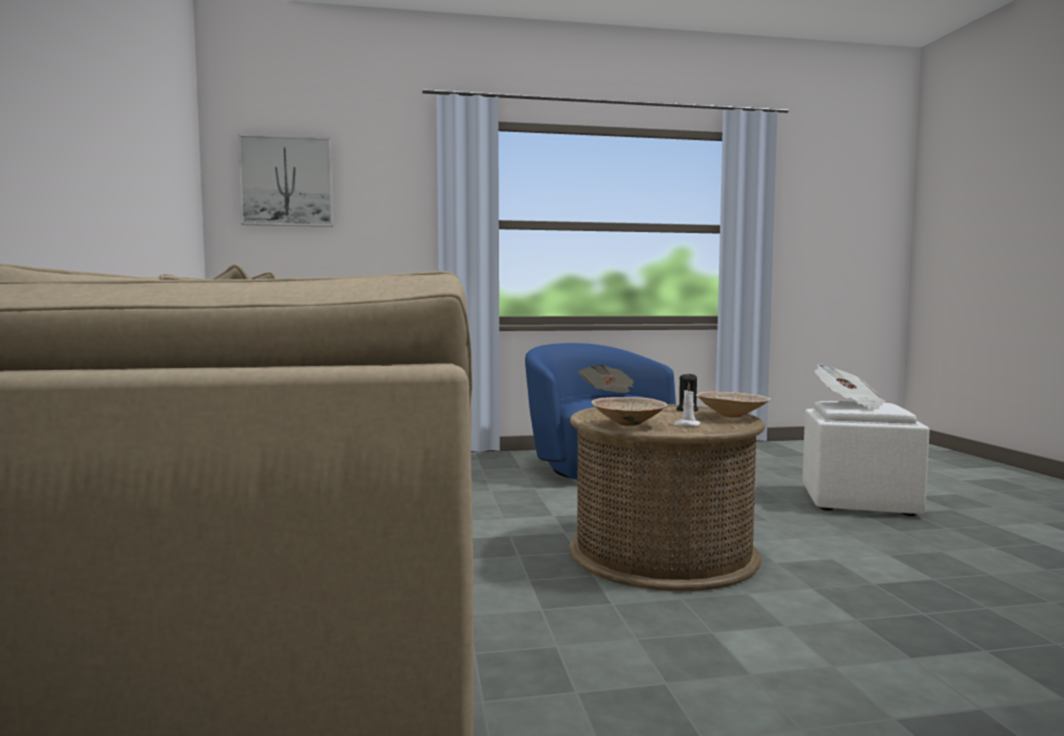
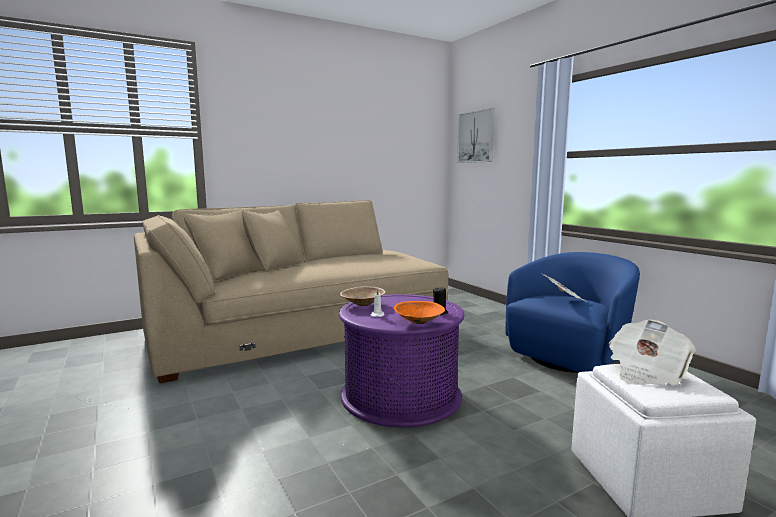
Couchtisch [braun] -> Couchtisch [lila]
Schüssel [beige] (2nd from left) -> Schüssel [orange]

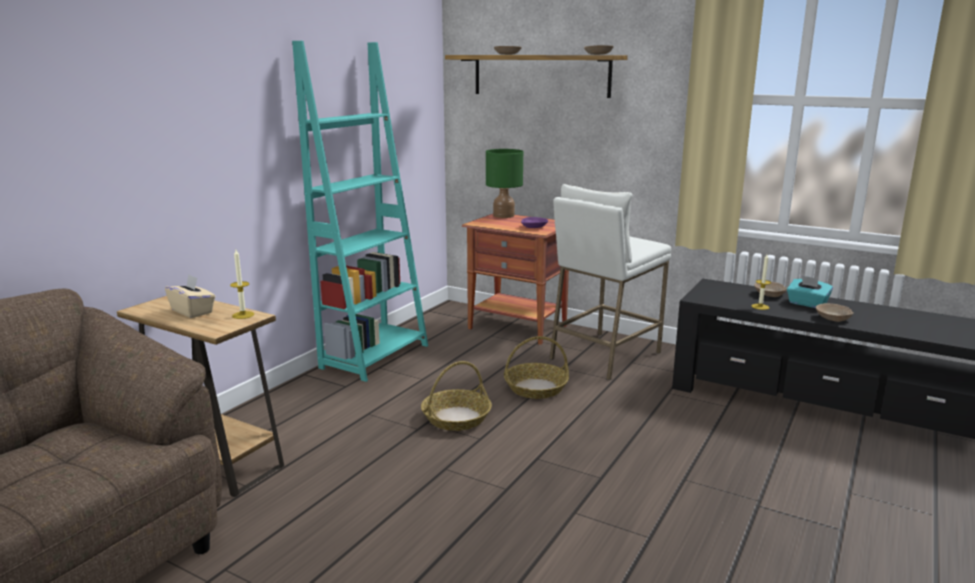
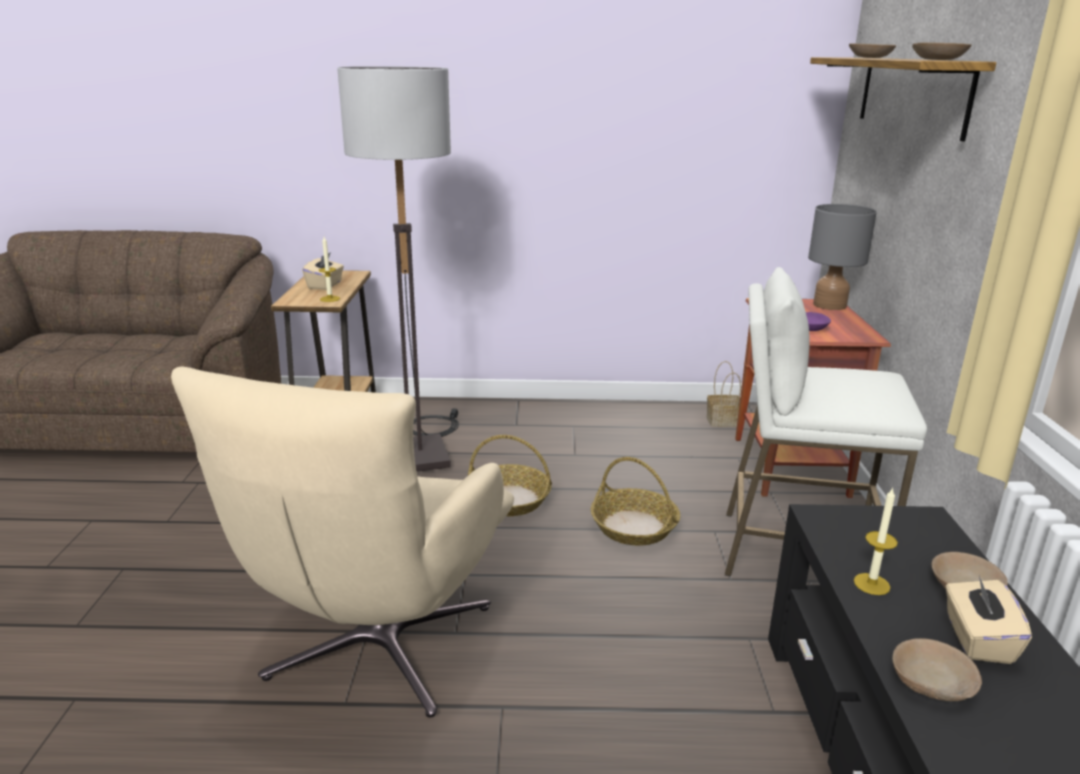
none -> Sessel [beige]
none -> Stehlampe
none -> Korb (3rd from left)
Tischlampe [grün] -> Tischlampe [grau]
Taschentuchbox [türkis] -> Taschentuchbox [beige] (2nd from left)
Bücherregal [türkis] -> none

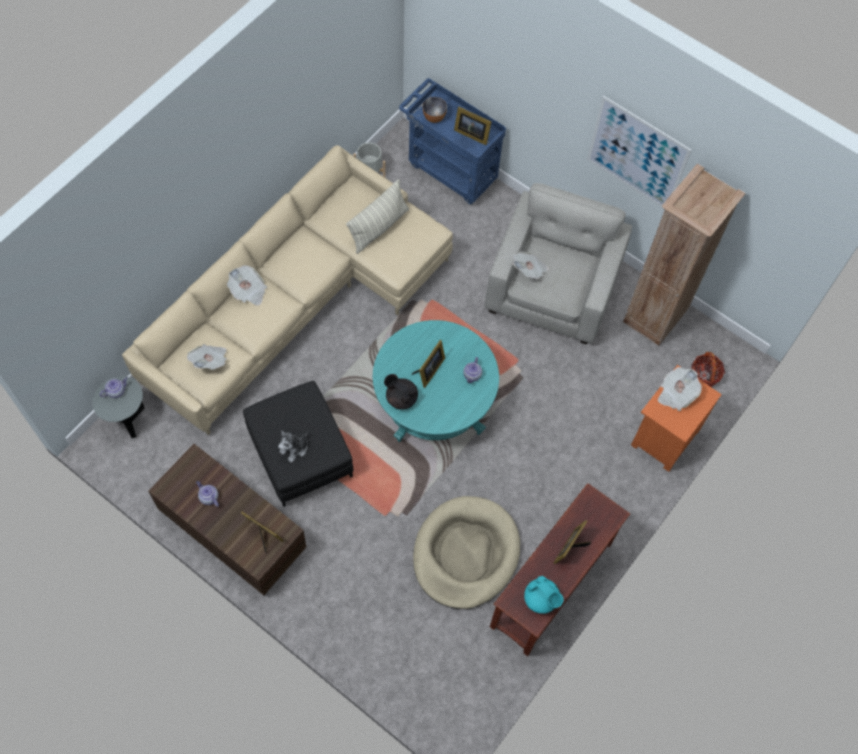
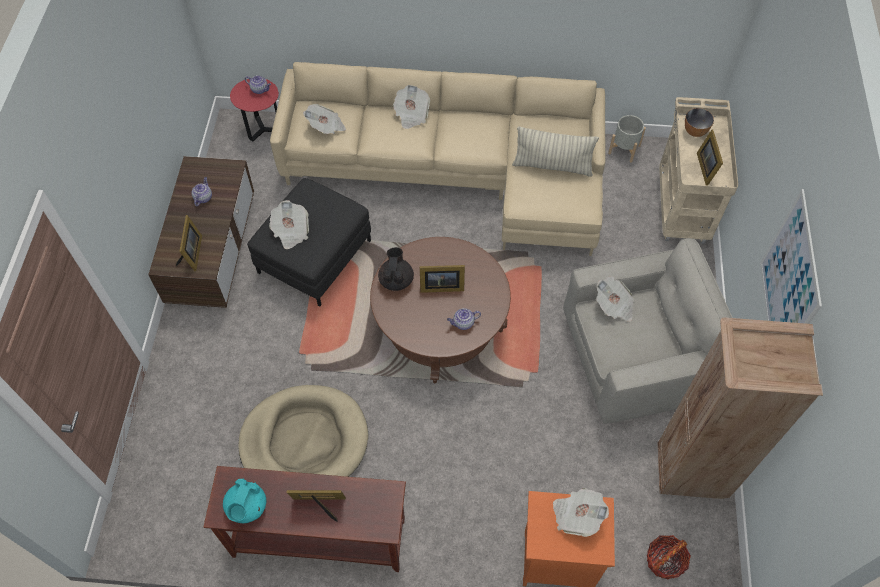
Beistelltisch [grau] -> Beistelltisch [rot]
Plüschtier -> Zeitung (1st from left)
Couchtisch [türkis] -> Couchtisch [braun]
Rollwagen [blau] -> Rollwagen [beige]

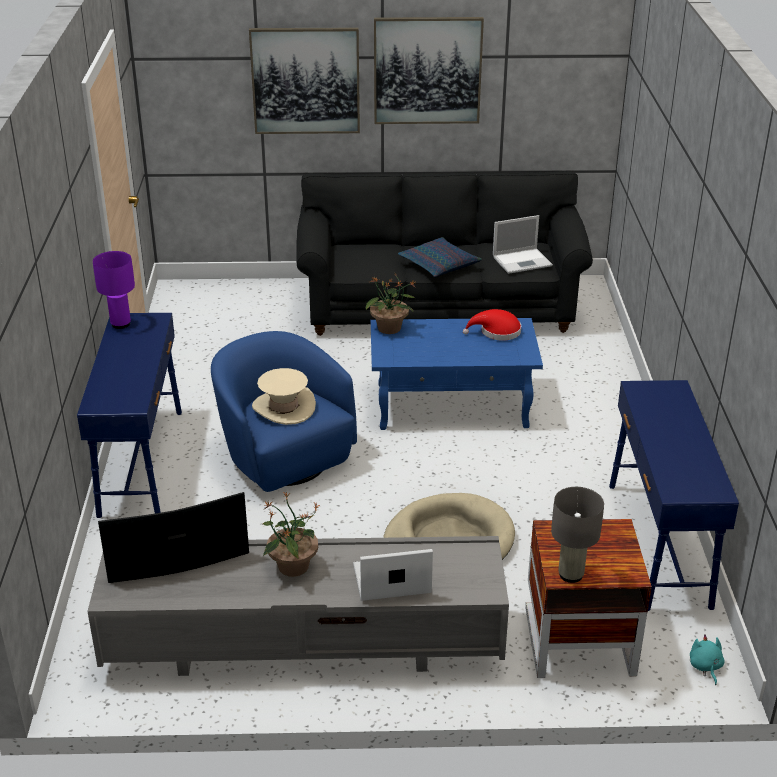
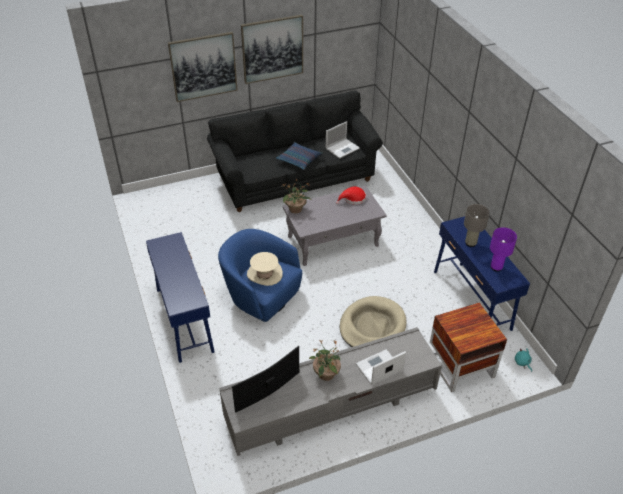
Couchtisch [blau] -> Couchtisch [grau]
Tischlampe [grau], moved
Tischlampe [lila], moved

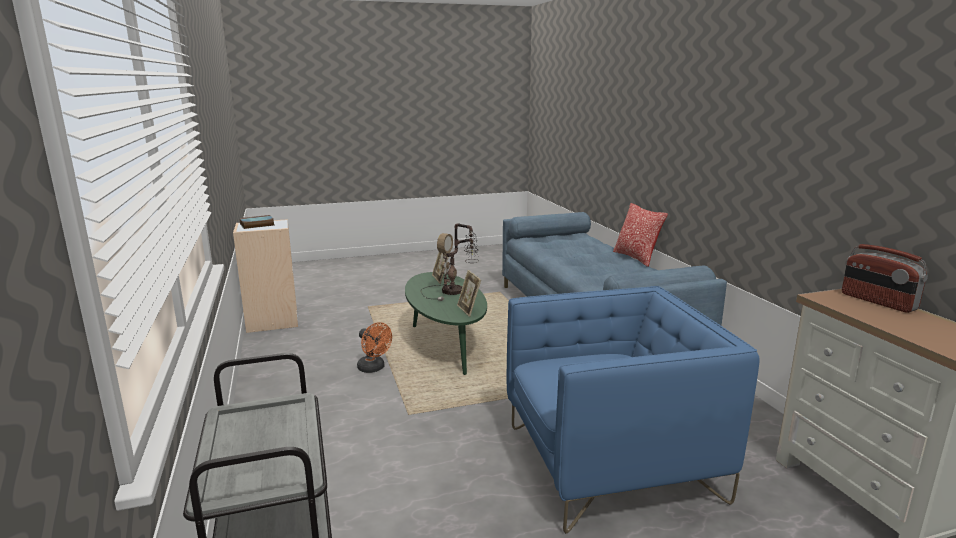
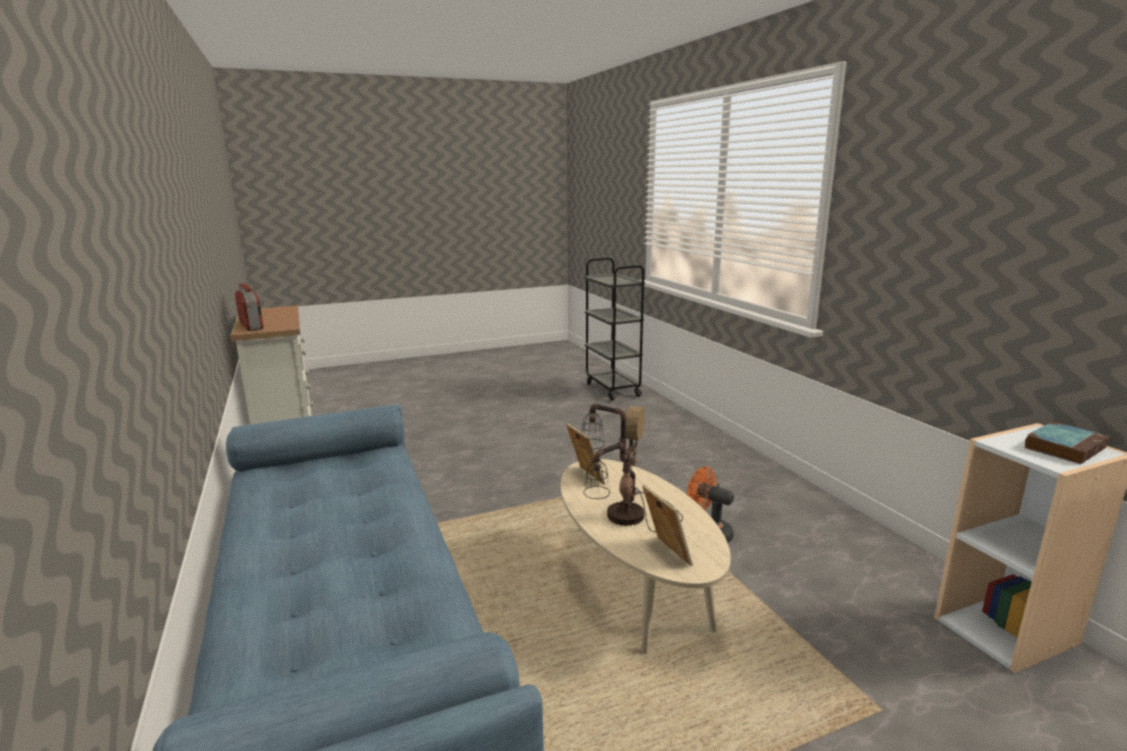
Couchtisch [grün] -> Couchtisch [beige]
Sessel [blau] -> none
Kissen -> none

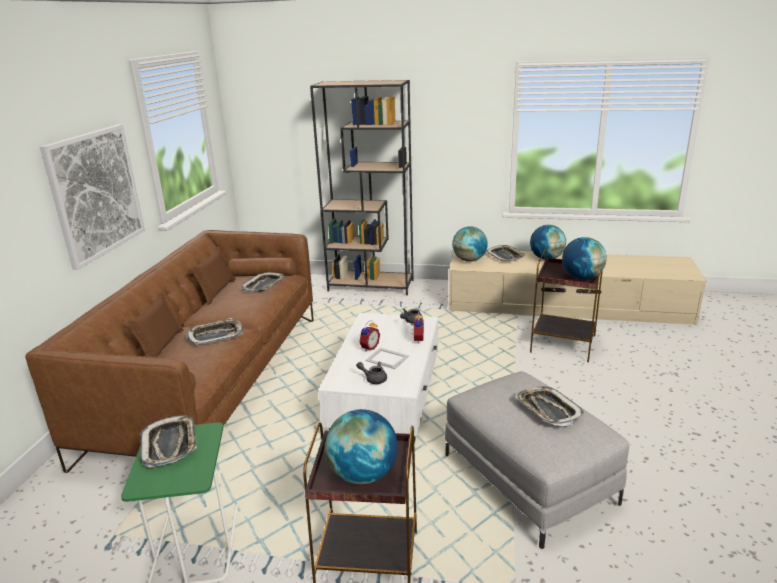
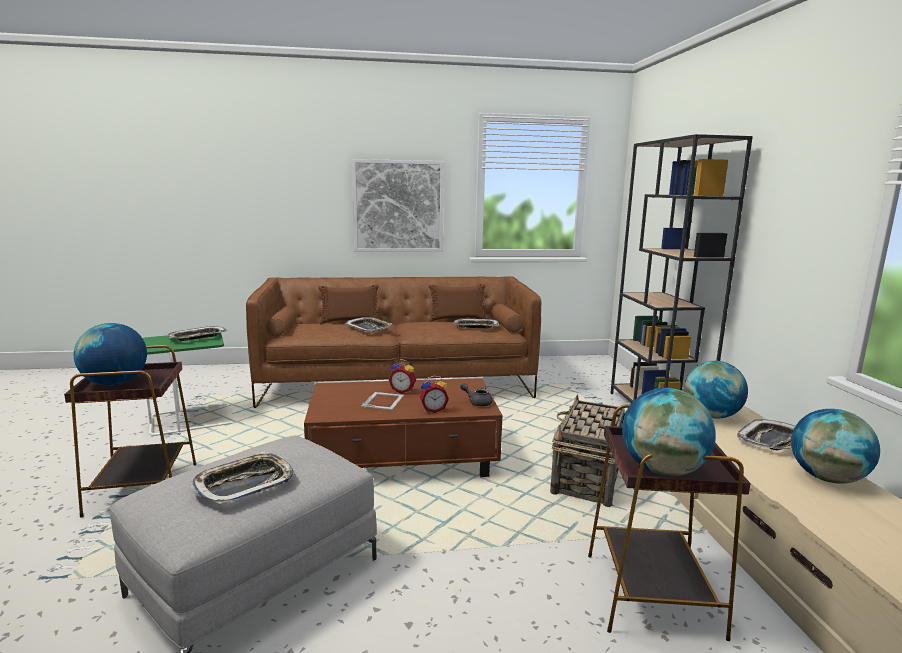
Couchtisch [weiß] -> Couchtisch [braun]
none -> Korb
Teekanne [grau] (1st from left) -> none

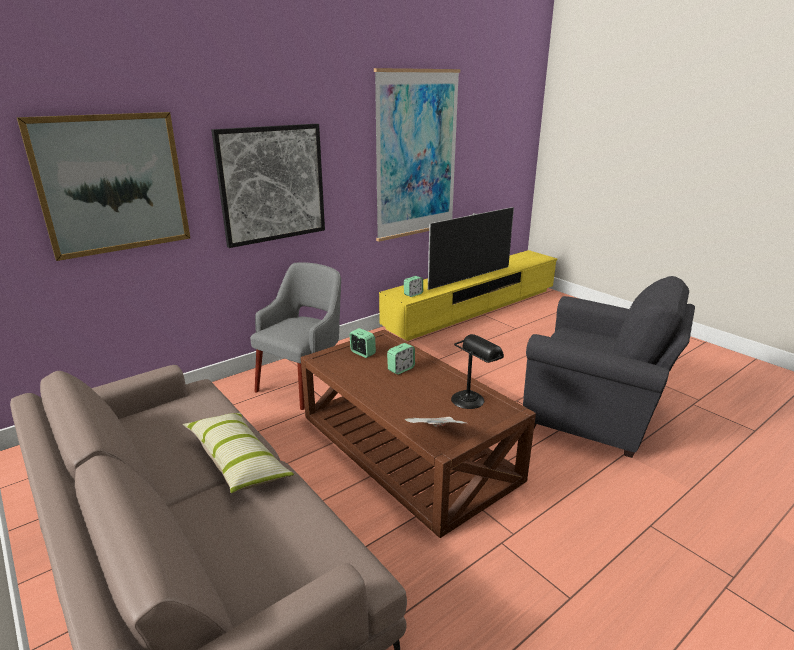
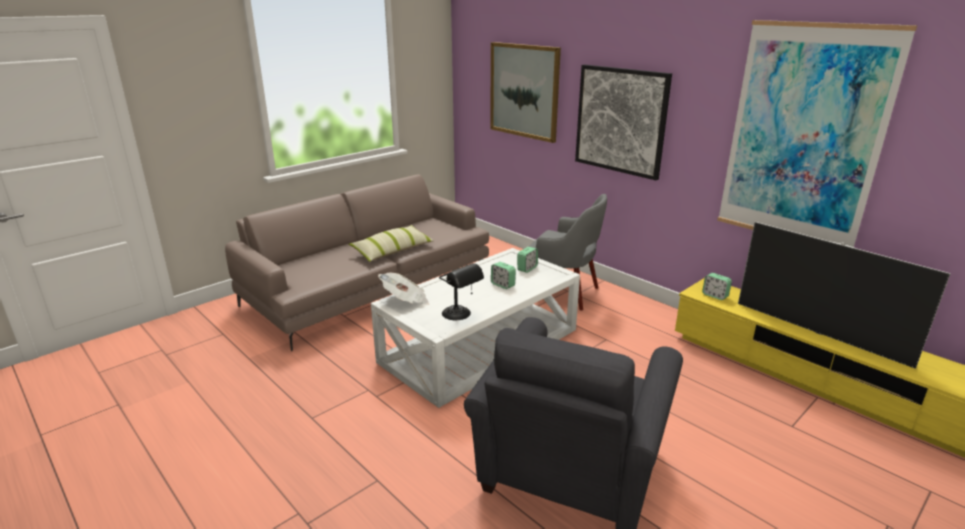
Couchtisch [braun] -> Couchtisch [weiß]

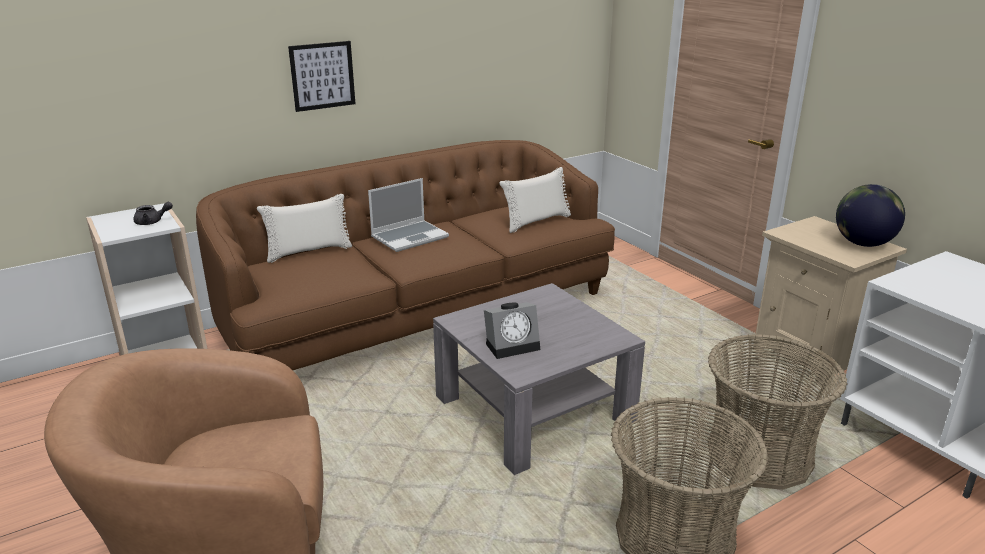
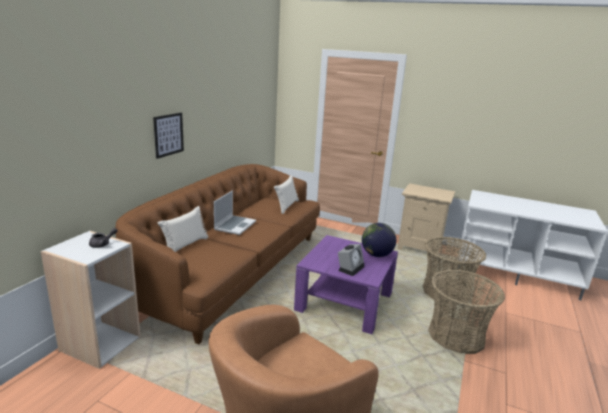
Couchtisch [grau] -> Couchtisch [lila]
Globus, moved

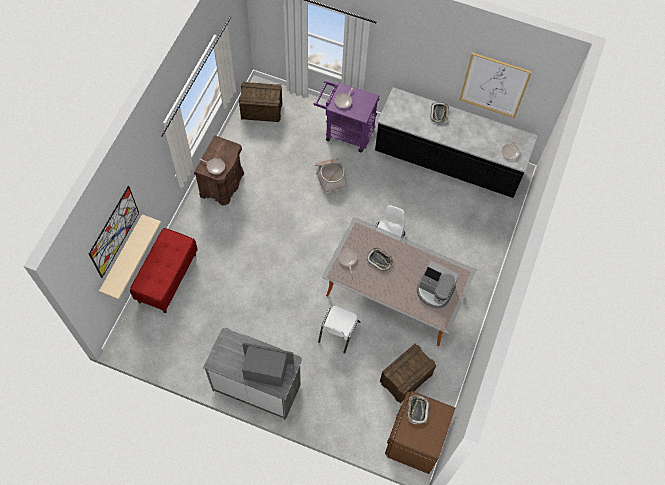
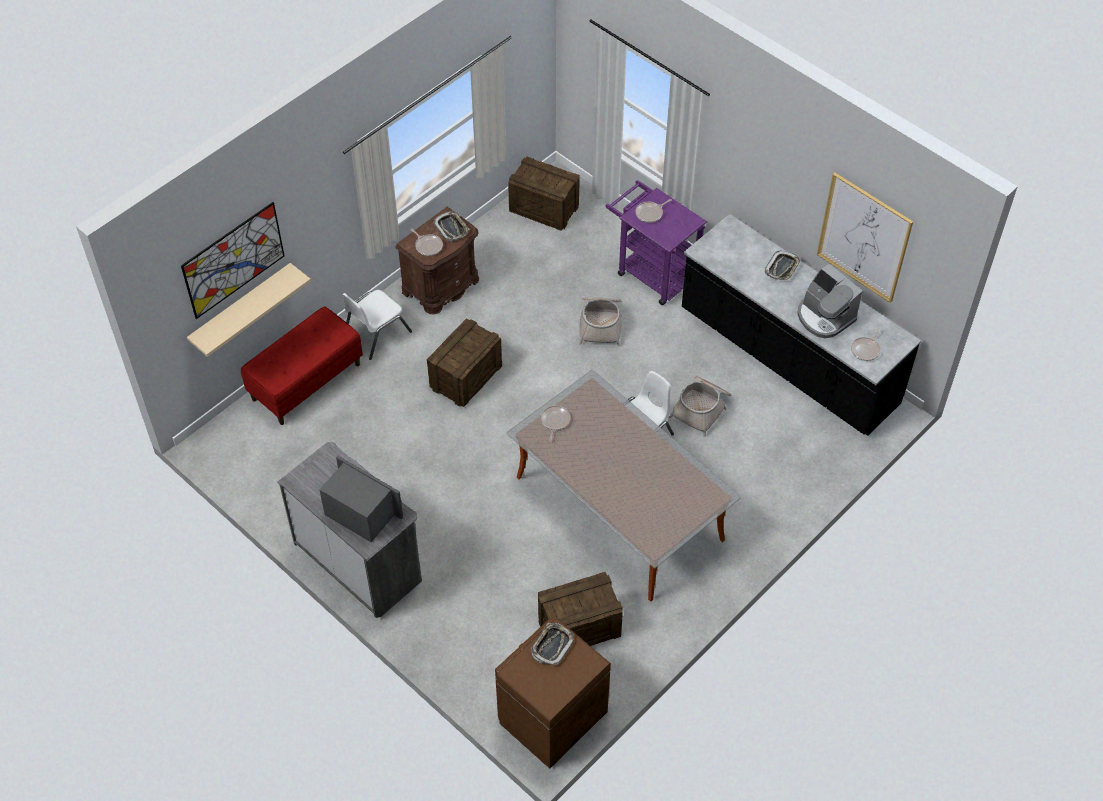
Stuhl [weiß] (1st from left), moved
none -> Kiste (1st from left)
Tablett (1st from left), moved
none -> Korb (2nd from left)
Kaffeemaschine, moved

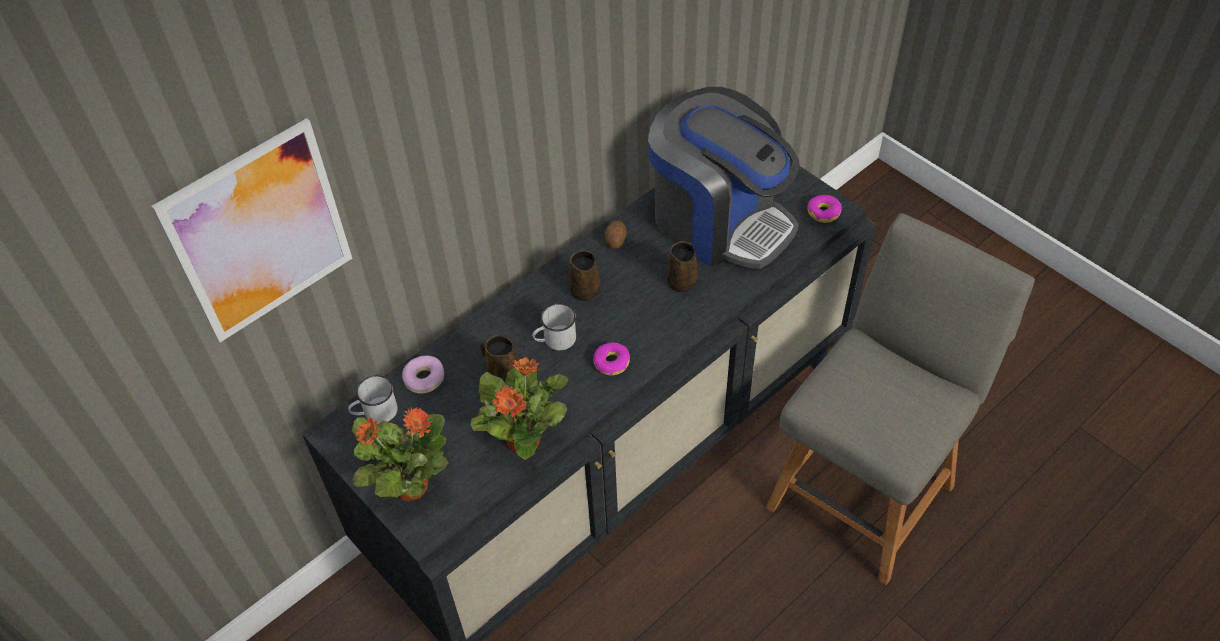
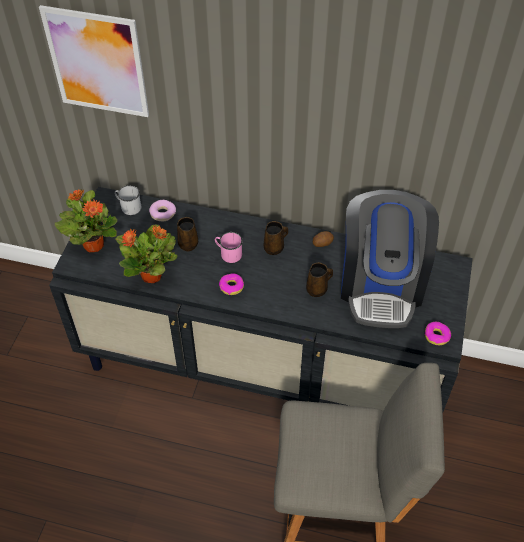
Henkelbecher [weiß] (2nd from left) -> Henkelbecher [rosa]

